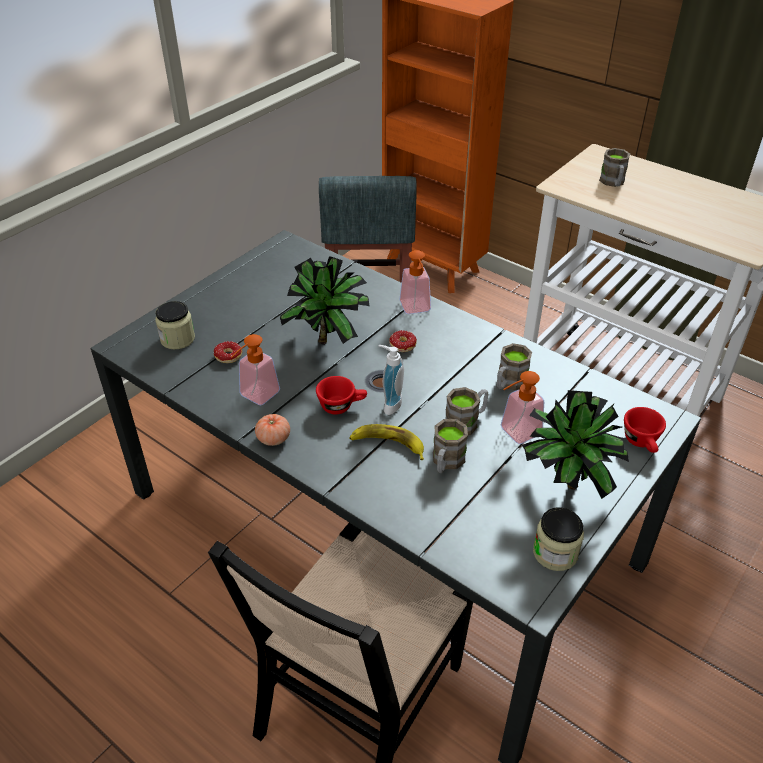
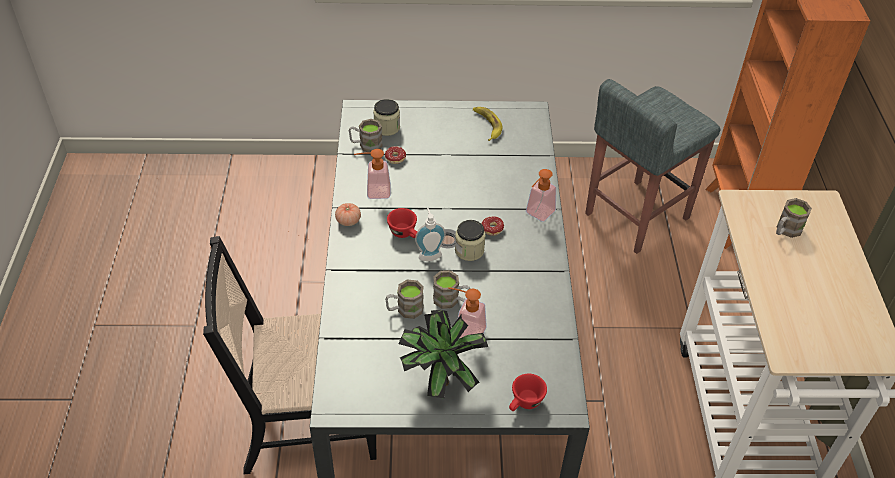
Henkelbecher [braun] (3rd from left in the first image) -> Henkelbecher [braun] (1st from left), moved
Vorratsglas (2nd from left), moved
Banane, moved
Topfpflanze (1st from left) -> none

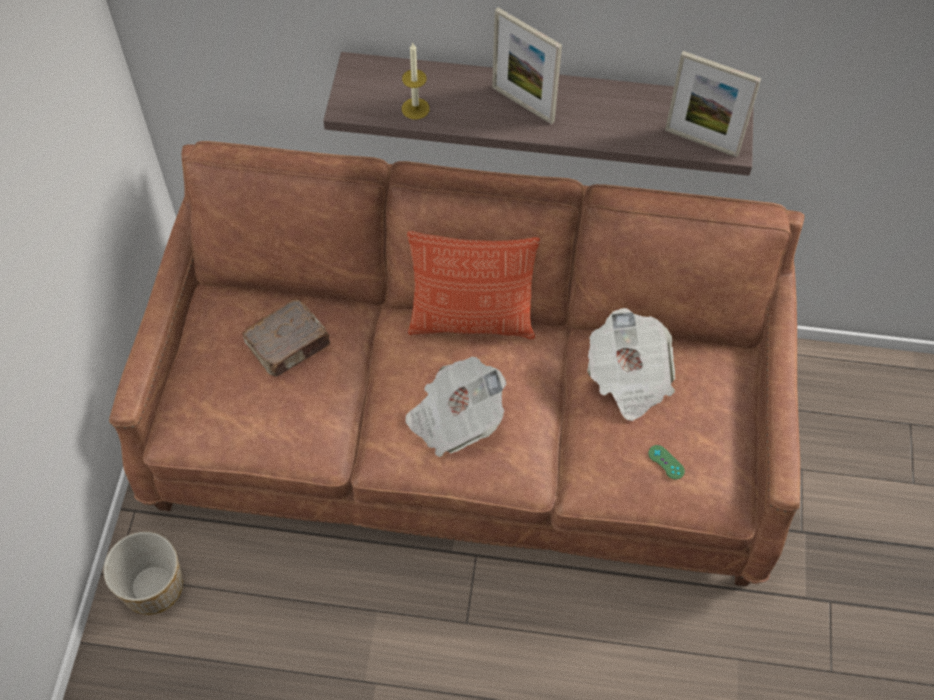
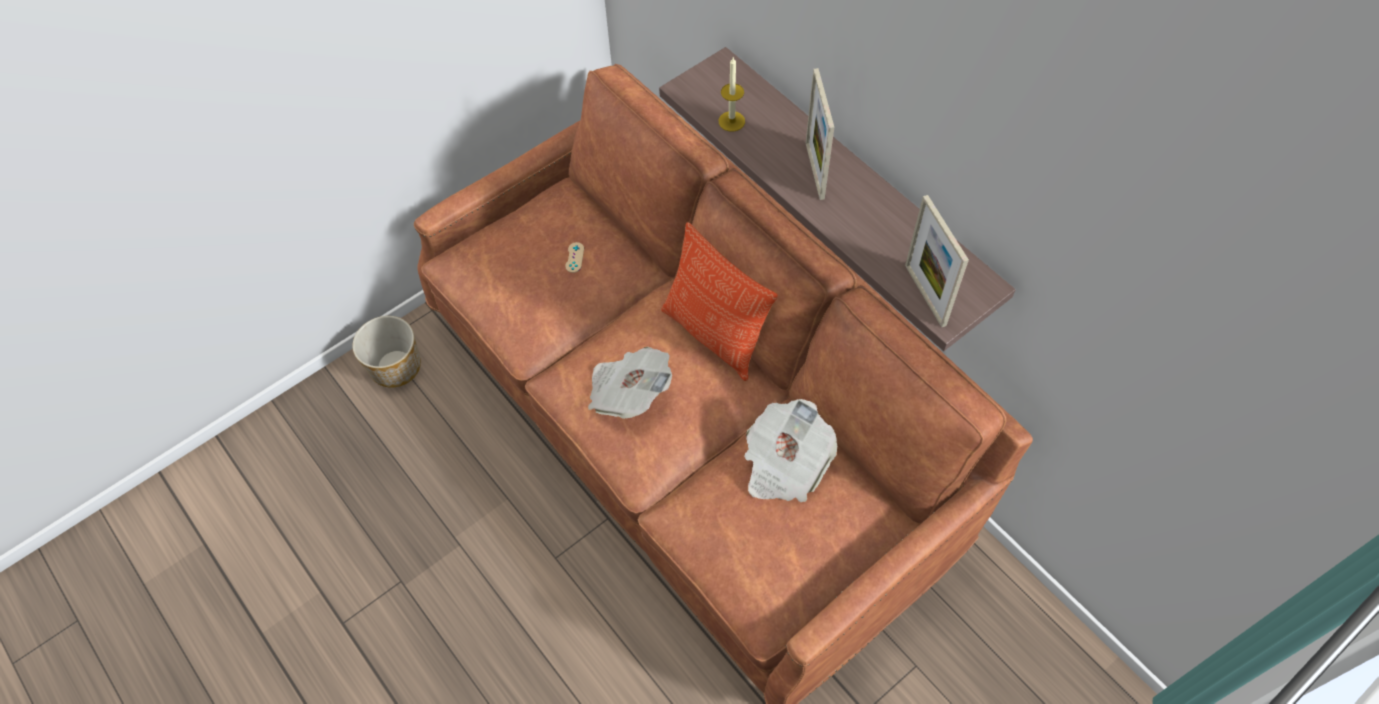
Buch [braun] -> Gamepad [beige]
Gamepad [grün] -> none

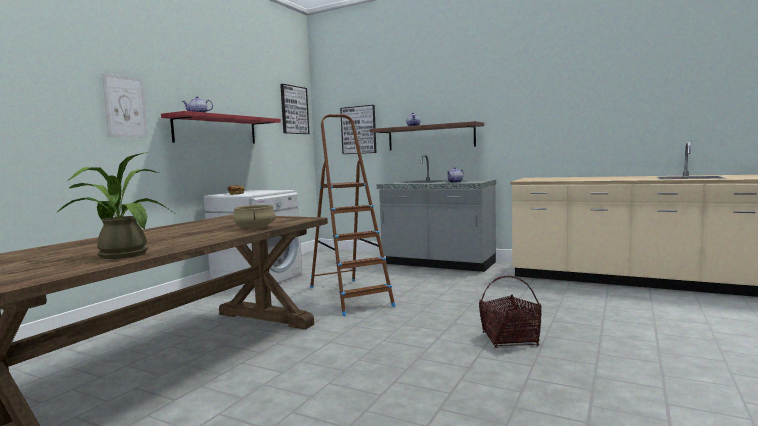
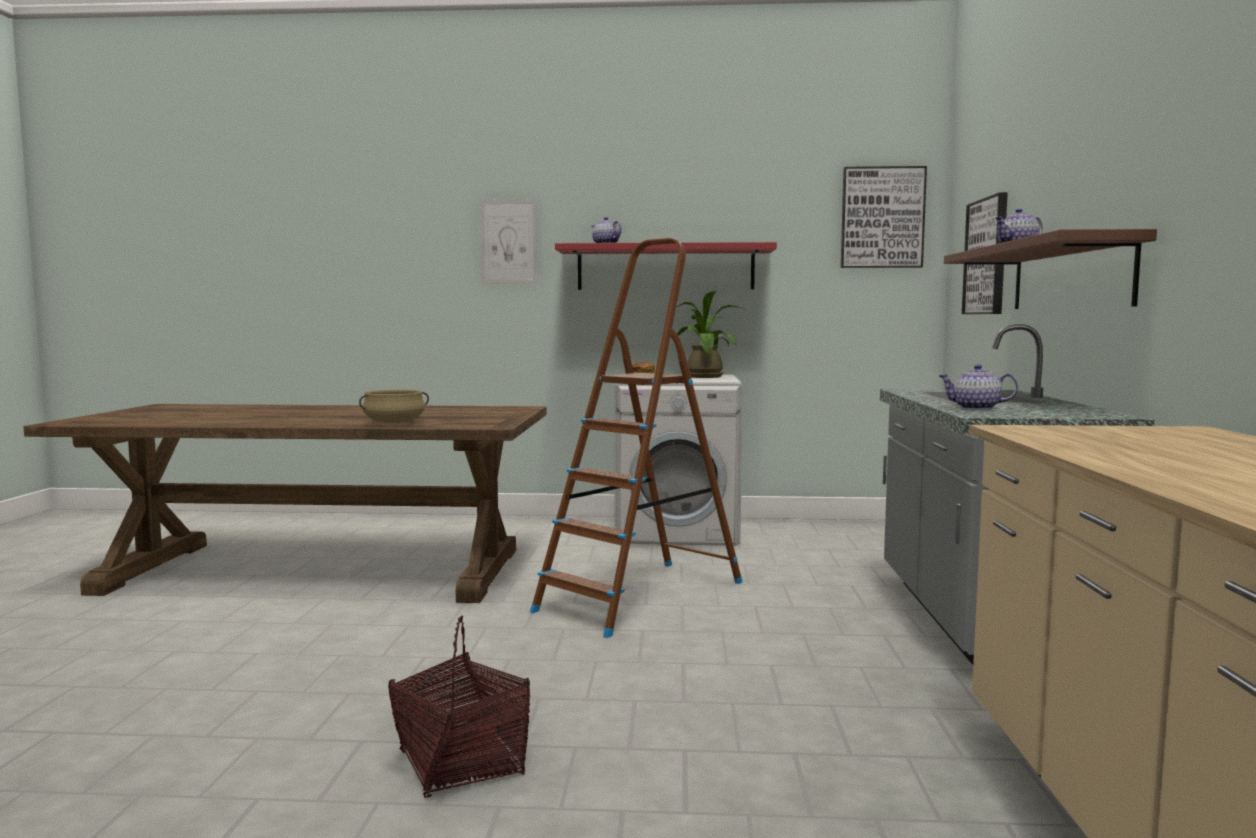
Topfpflanze, moved

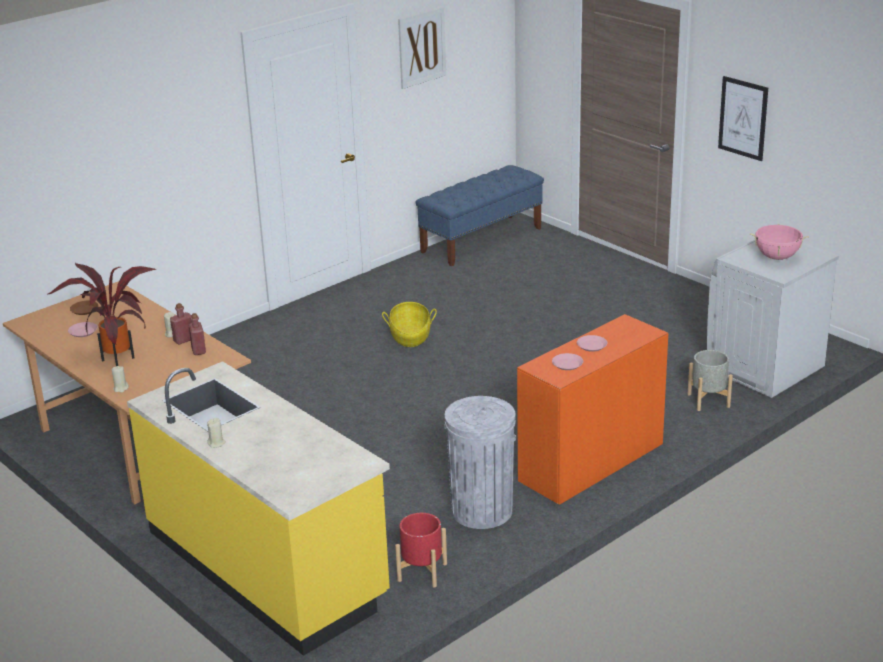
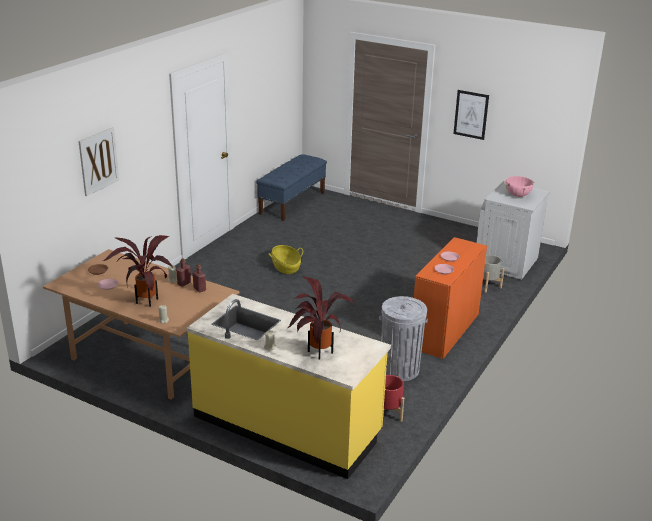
Bild (1st from left), moved
none -> Topfpflanze (2nd from left)

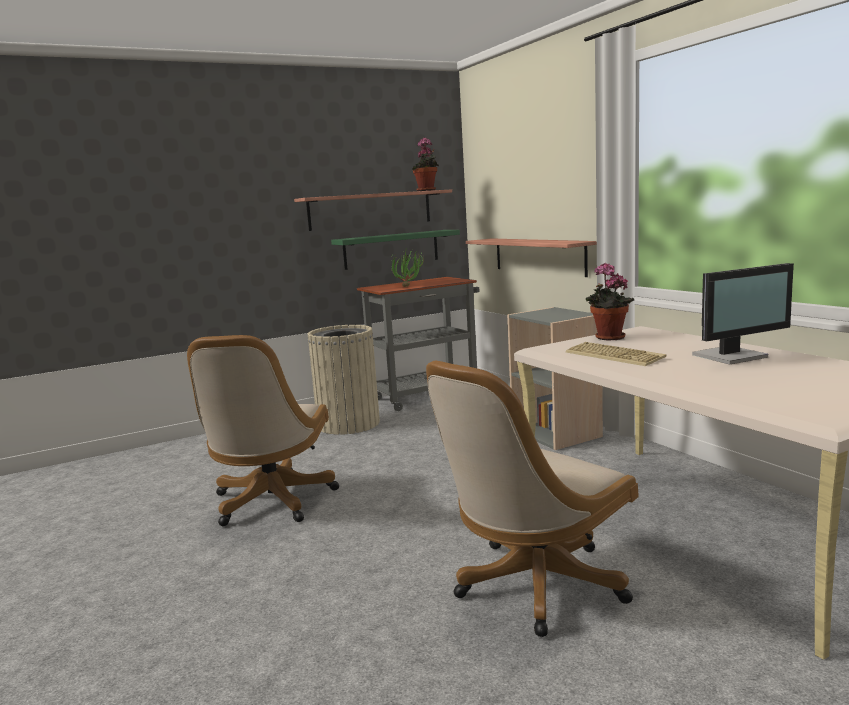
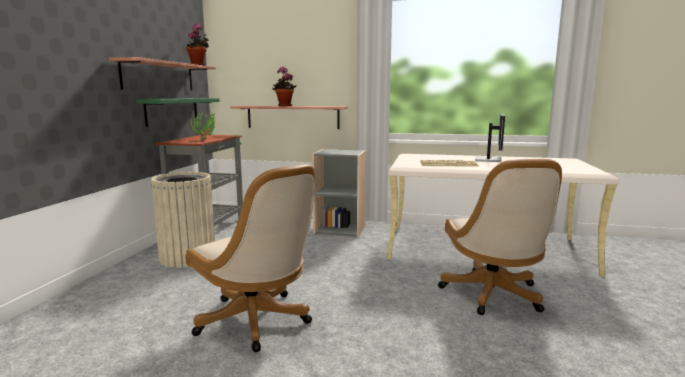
Topfpflanze (3rd from left), moved

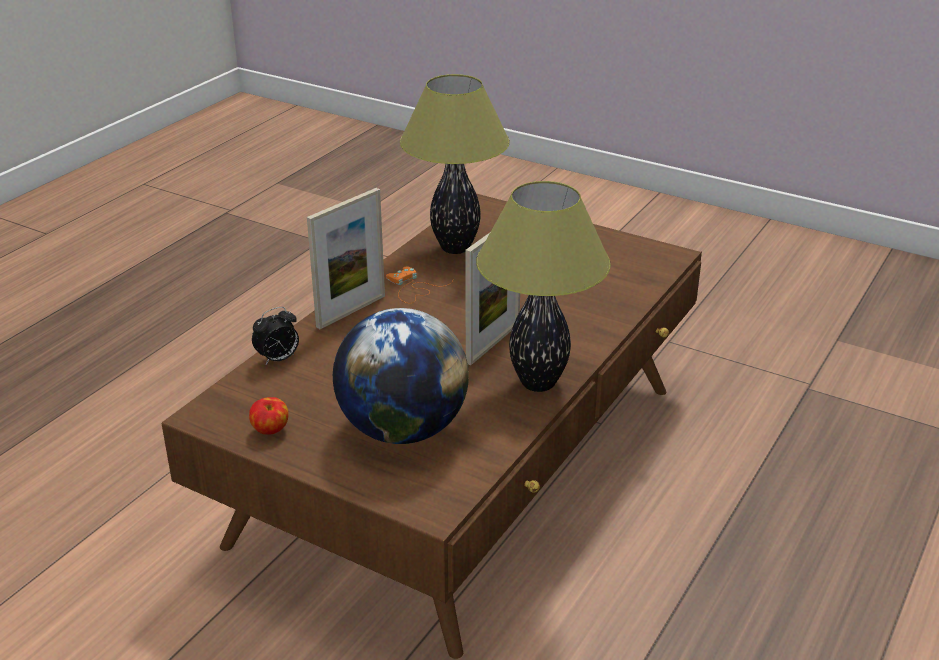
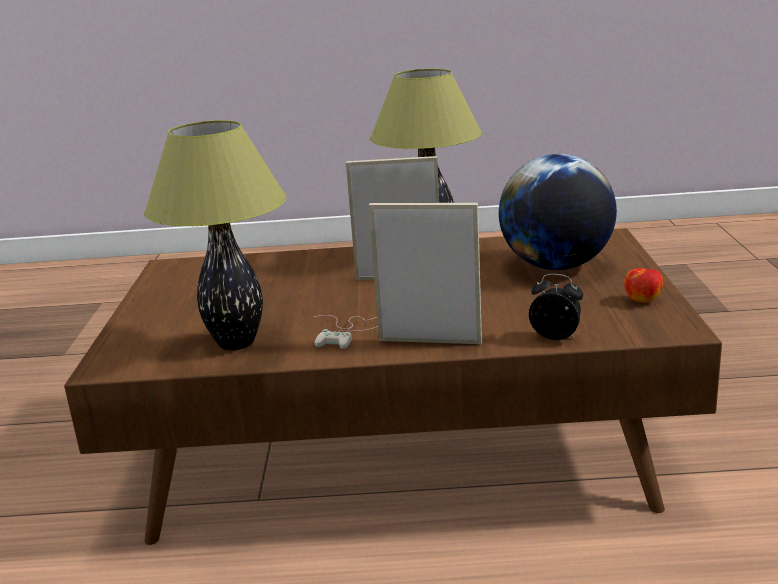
Gamepad [orange] -> Gamepad [weiß]

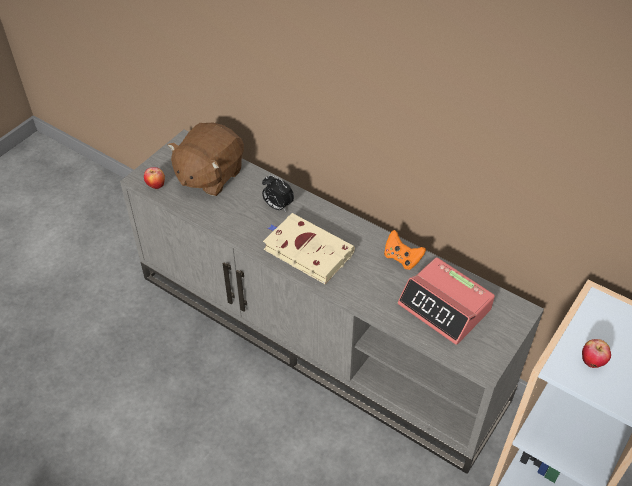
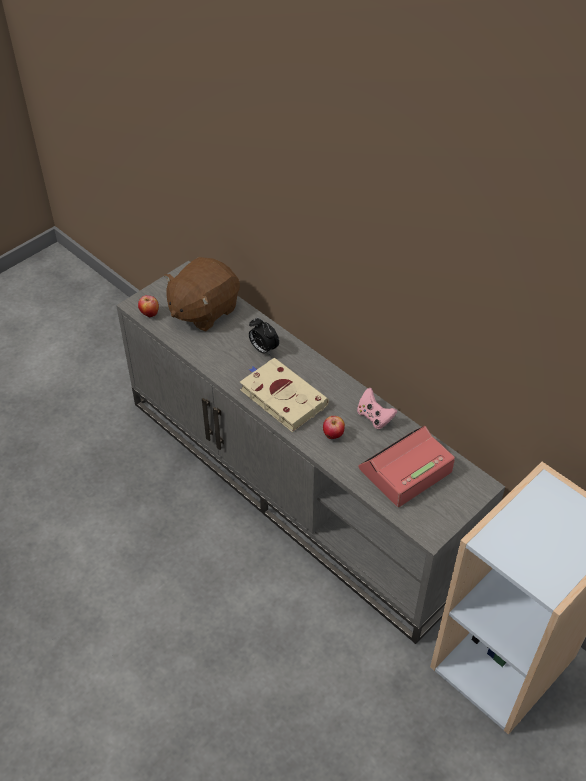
Apfel (2nd from left), moved
Gamepad [orange] -> Gamepad [rosa]
Wecker (2nd from left), 90 degrees clockwise

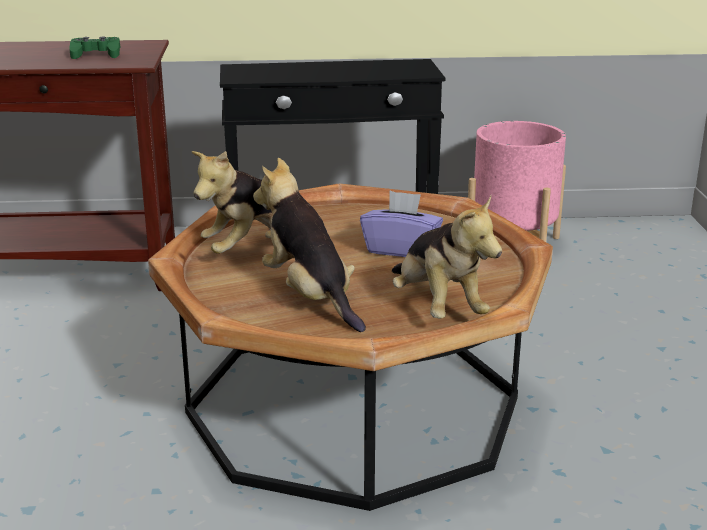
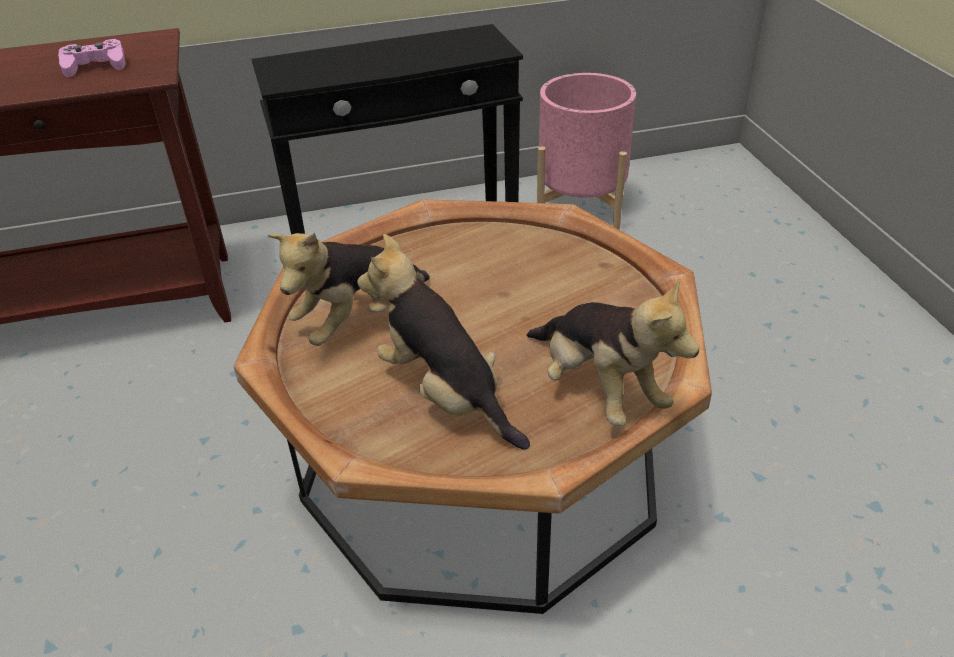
Gamepad [grün] -> Gamepad [rosa]
Taschentuchbox [lila] -> none

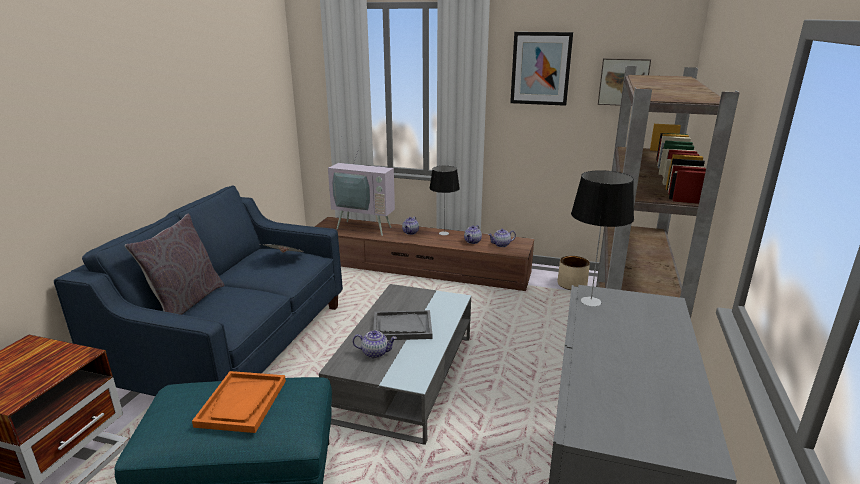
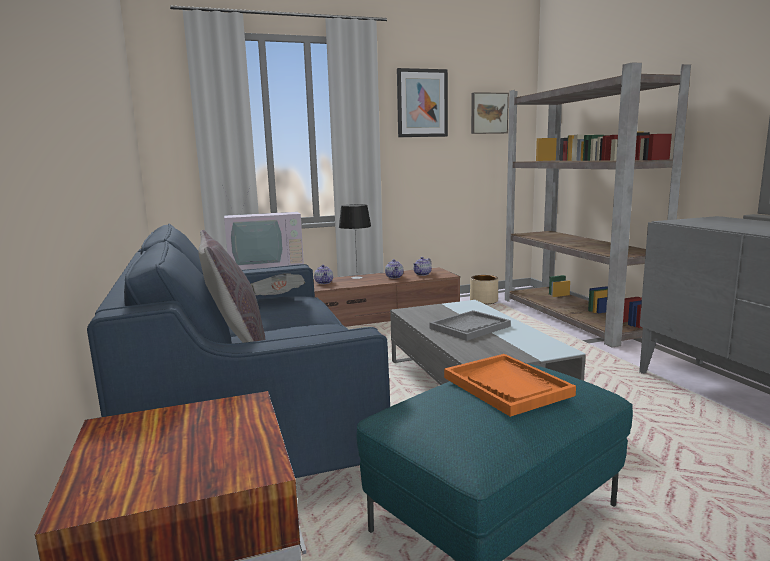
Teekanne (1st from left) -> none
Tischlampe (2nd from left) -> none

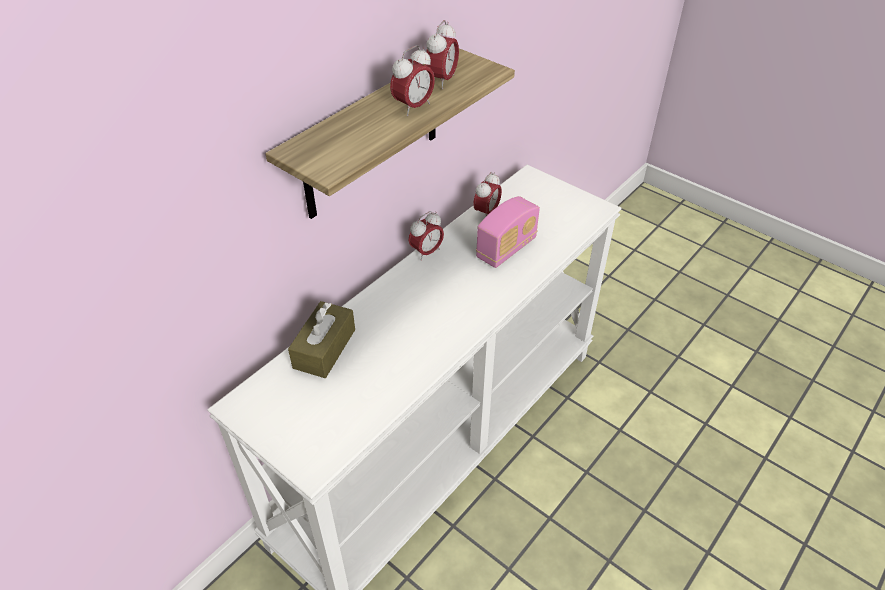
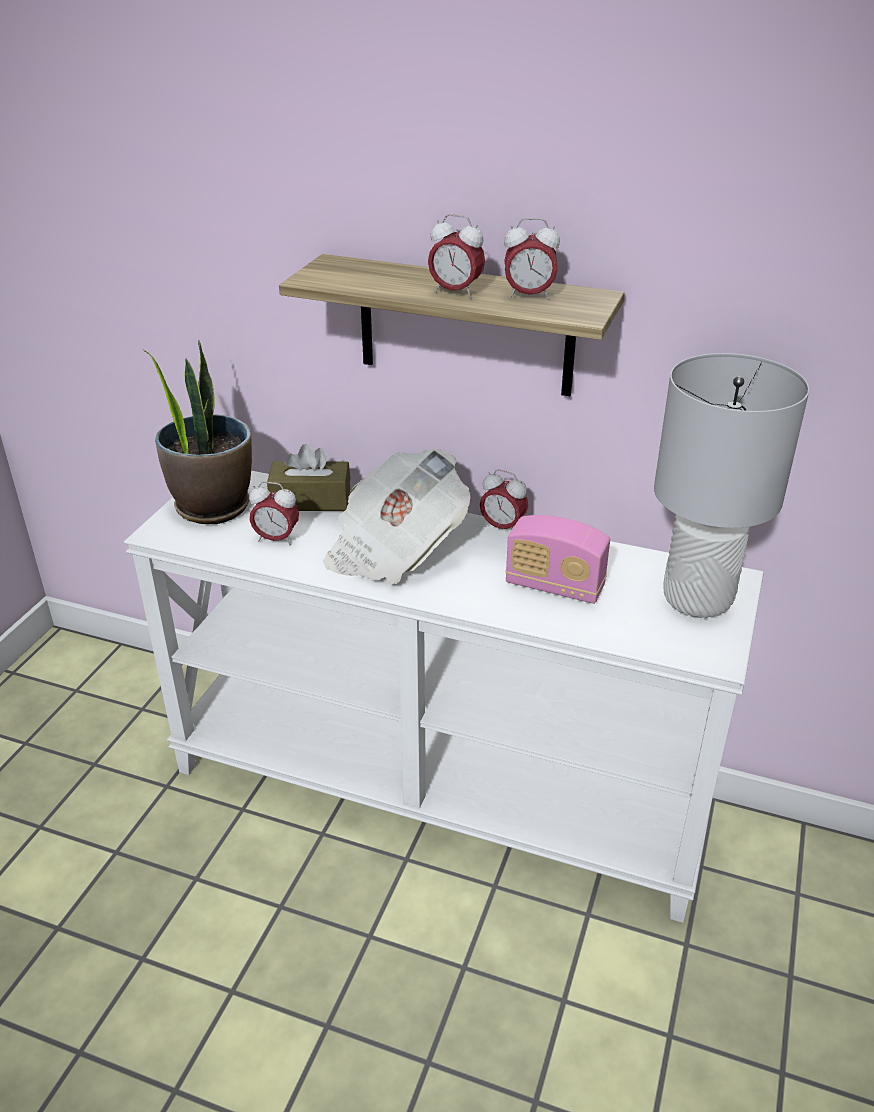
none -> Topfpflanze
Wecker (4th from left in the first image) -> Wecker (1st from left), moved
none -> Zeitung
none -> Tischlampe [grau]

